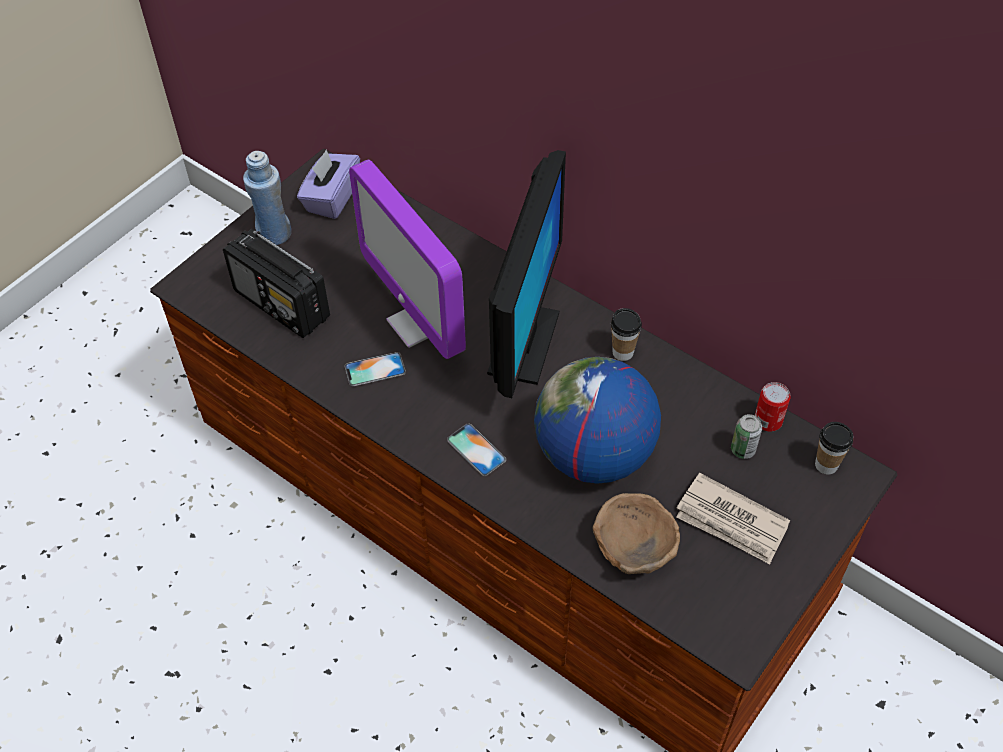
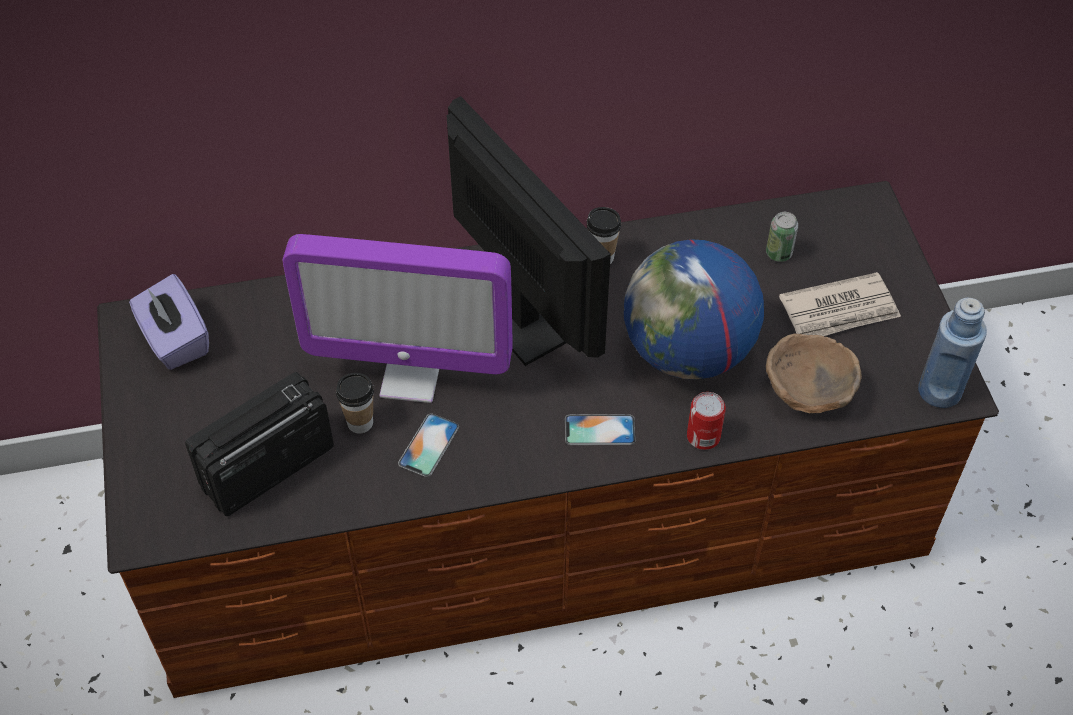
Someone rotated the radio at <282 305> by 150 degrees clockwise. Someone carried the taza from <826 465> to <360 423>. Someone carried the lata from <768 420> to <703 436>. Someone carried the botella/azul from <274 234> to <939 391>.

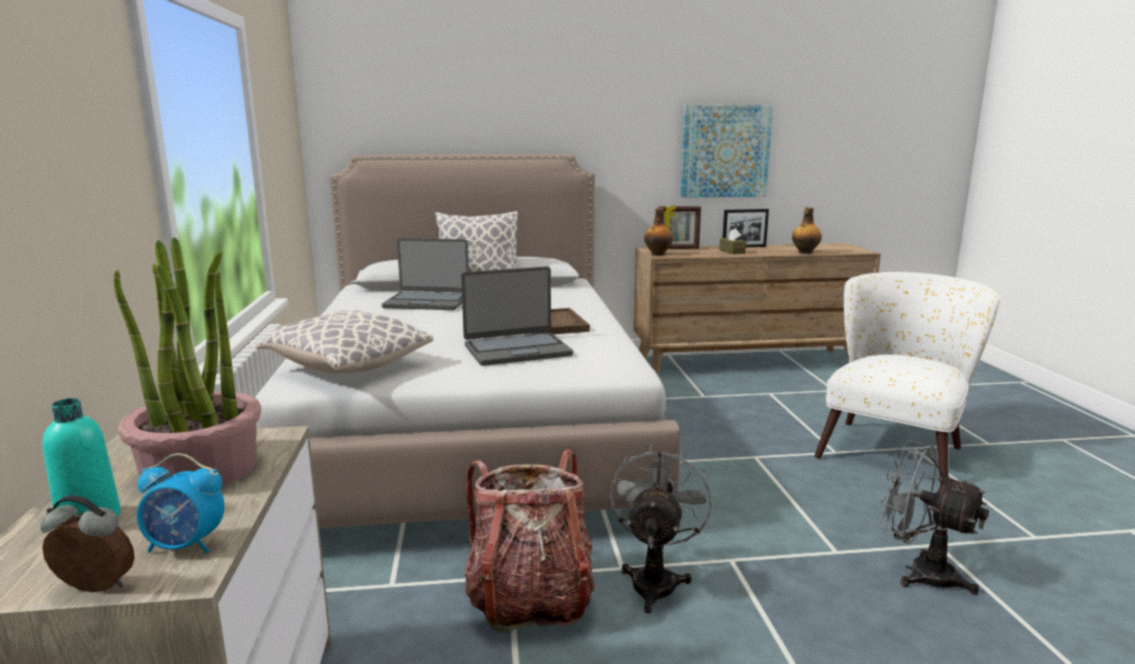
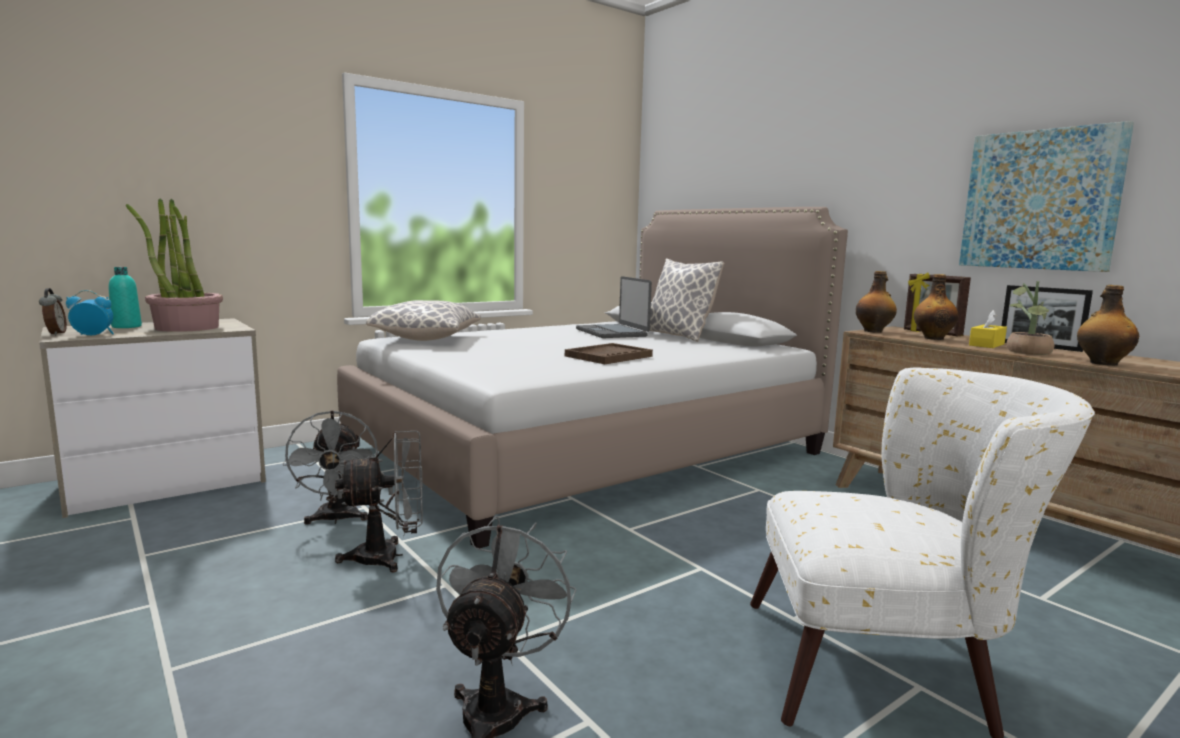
Someone rotated the despertador at <186 546> by 105 degrees clockwise. Someone swapped the mochila at <530 599> for the ventilador/gris at <336 519>. Someone put down the botella at <933 338>. Someone repainted the caja de pañuelos/marrón at <732 251>, which became the caja de pañuelos/amarillo at <986 345>. Someone put down the planta en maceta at <1027 353>. Someone took away the portátil at <517 350>.

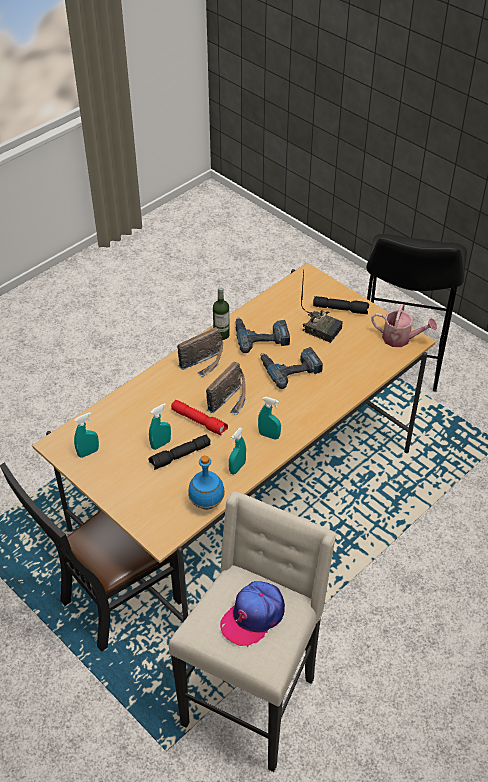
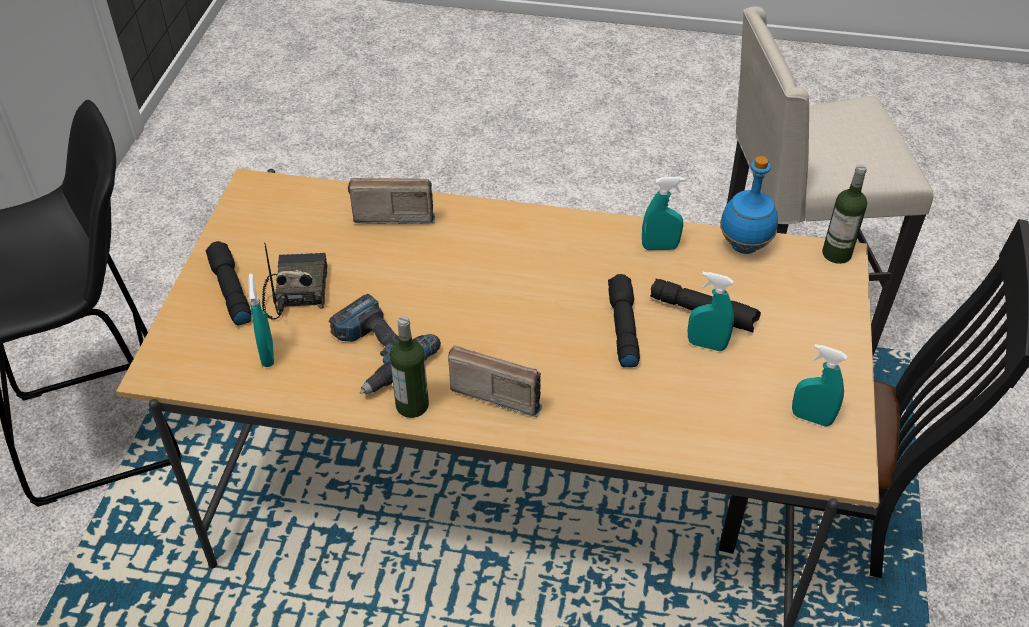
Someone carried the pulverizador/turquesa from <269 435> to <267 354>. Someone carried the radio from <231 400> to <392 213>. Someone repainted the linterna/rojo at <199 421>, which became the linterna/negro at <622 327>. Someone put down the botella at <836 254>. Someone took away the gorra at <253 616>. Someone took away the taladro at <290 368>. Someone took away the regadera at <400 339>.

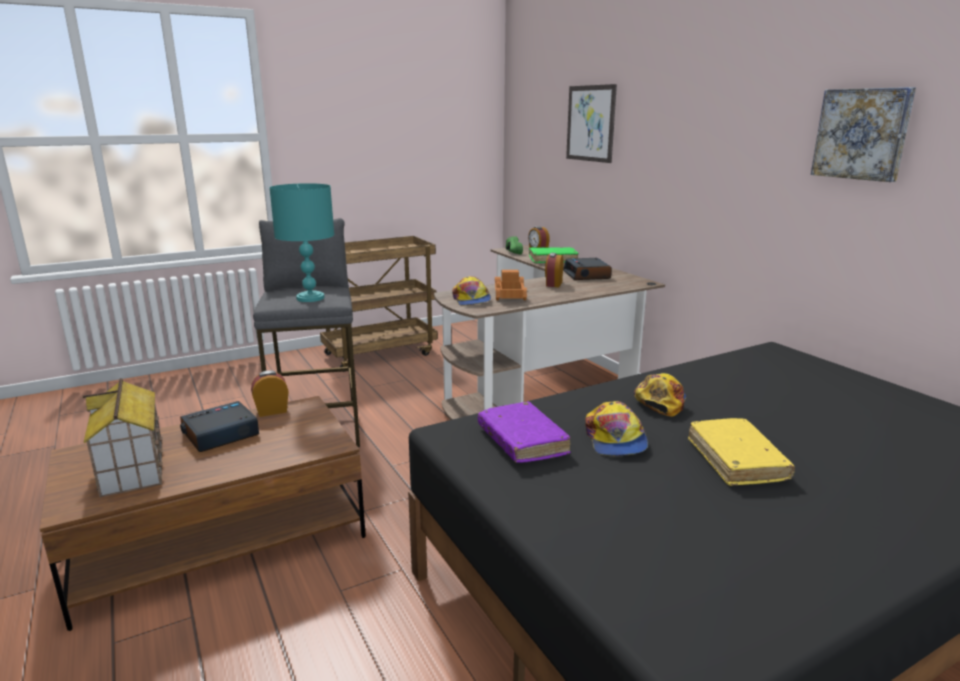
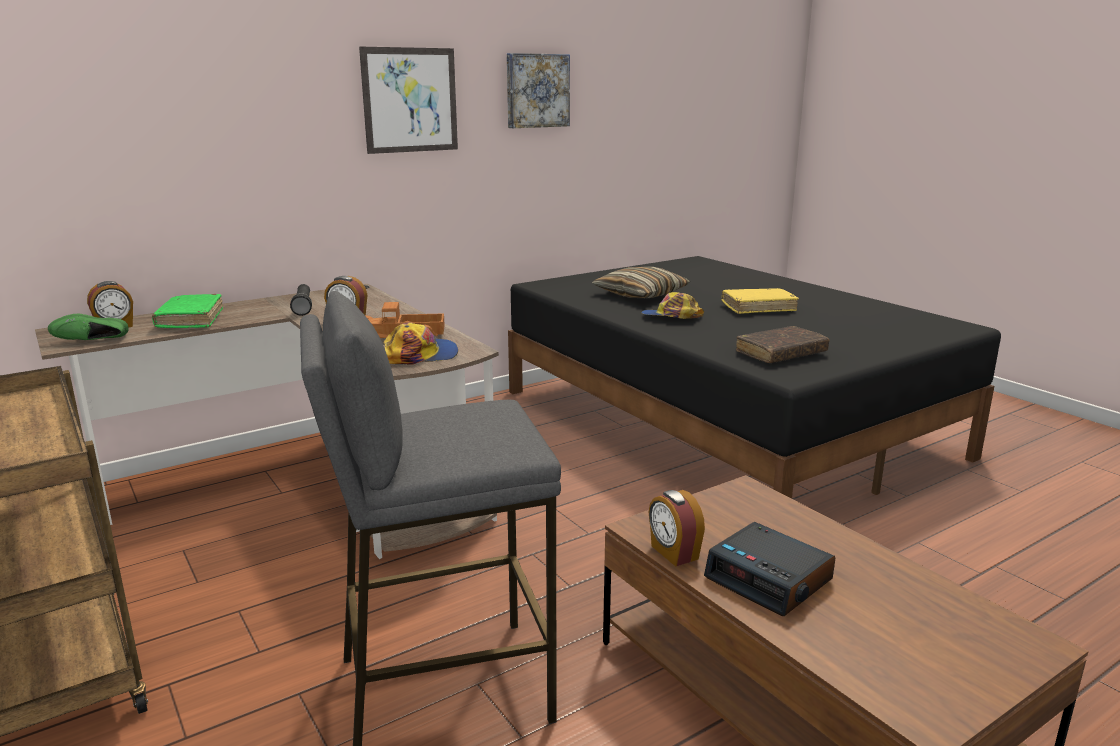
Someone swapped the despertador at <587 275> for the linterna/negro at <303 307>. Someone carried the cuadro from <590 123> to <410 100>. Someone put down the cojín at <640 294>. Someone repainted the libro/morado at <522 441>, which became the libro/marrón at <781 353>. Someone took away the casita at <133 468>. Someone took away the lámpara de mesa/turquesa at <310 298>. Someone took away the gorra at <615 439>.

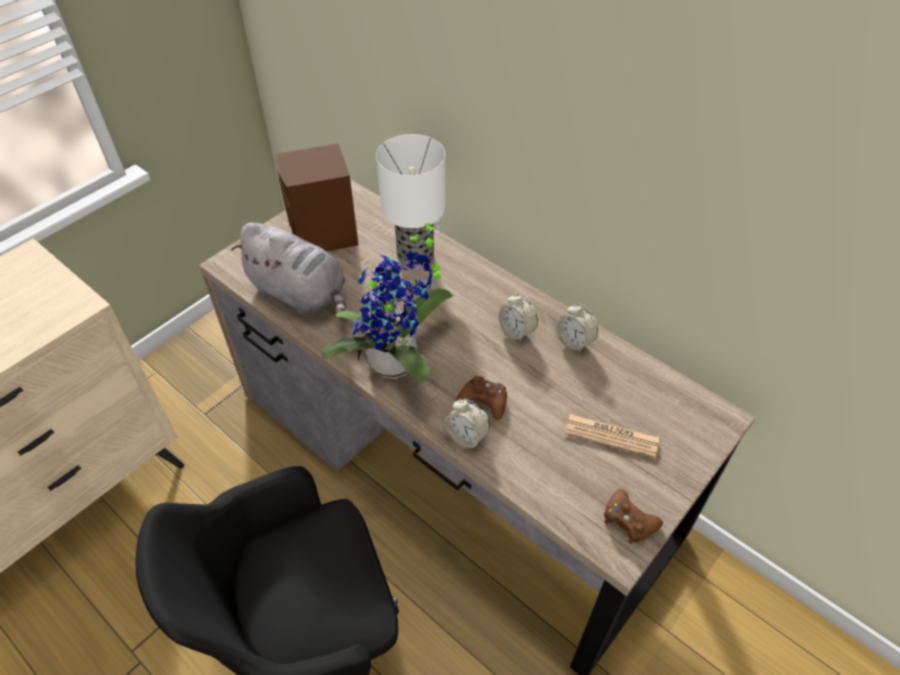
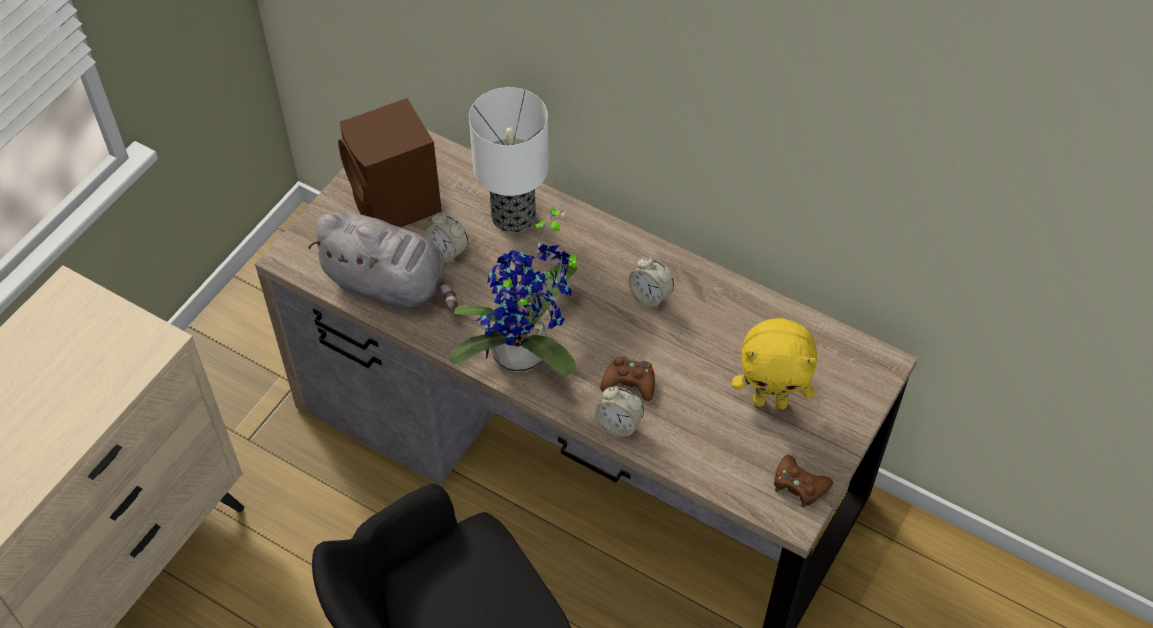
Someone carried the despertador from <575 342> to <448 252>. Someone swapped the periódico at <611 436> for the peluche/amarillo at <770 401>.

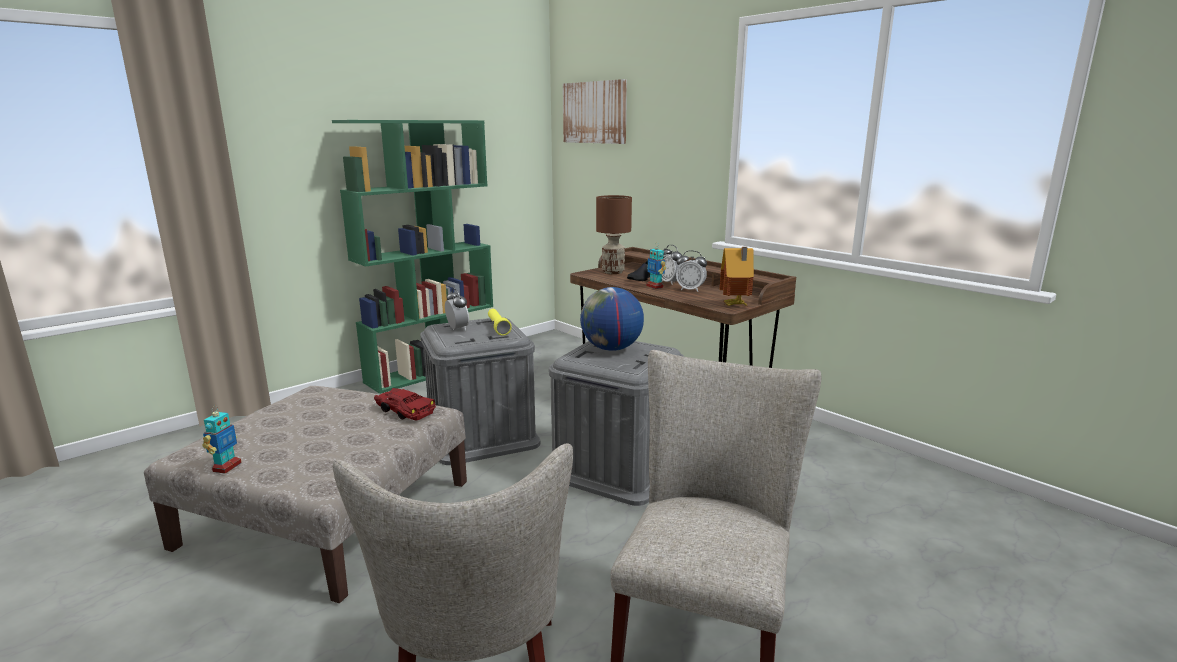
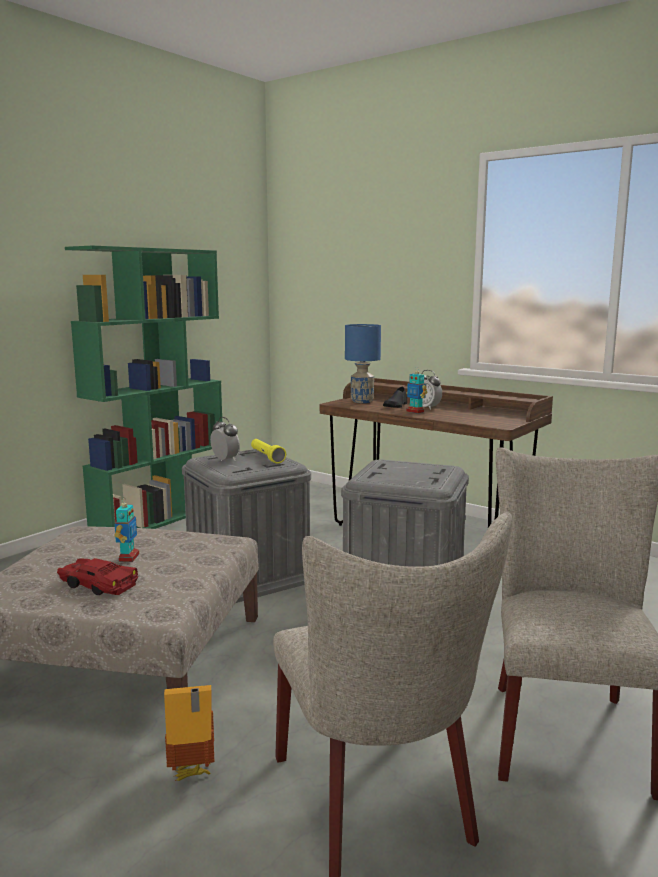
Someone carried the coche de juguete/rojo from <404 411> to <97 585>. Someone carried the robot de juguete from <226 467> to <128 557>. Someone carried the casita from <735 305> to <192 774>. Someone repainted the lámpara de mesa/marrón at <612 272>, which became the lámpara de mesa/azul at <361 401>. Someone took away the cuadro at <595 112>. Someone took away the globo terráqueo at <611 349>. Someone took away the despertador at <690 290>.

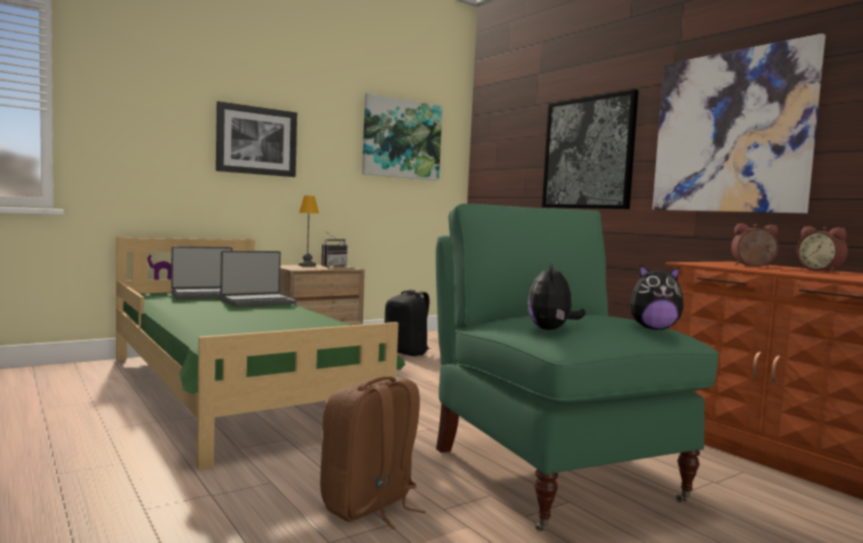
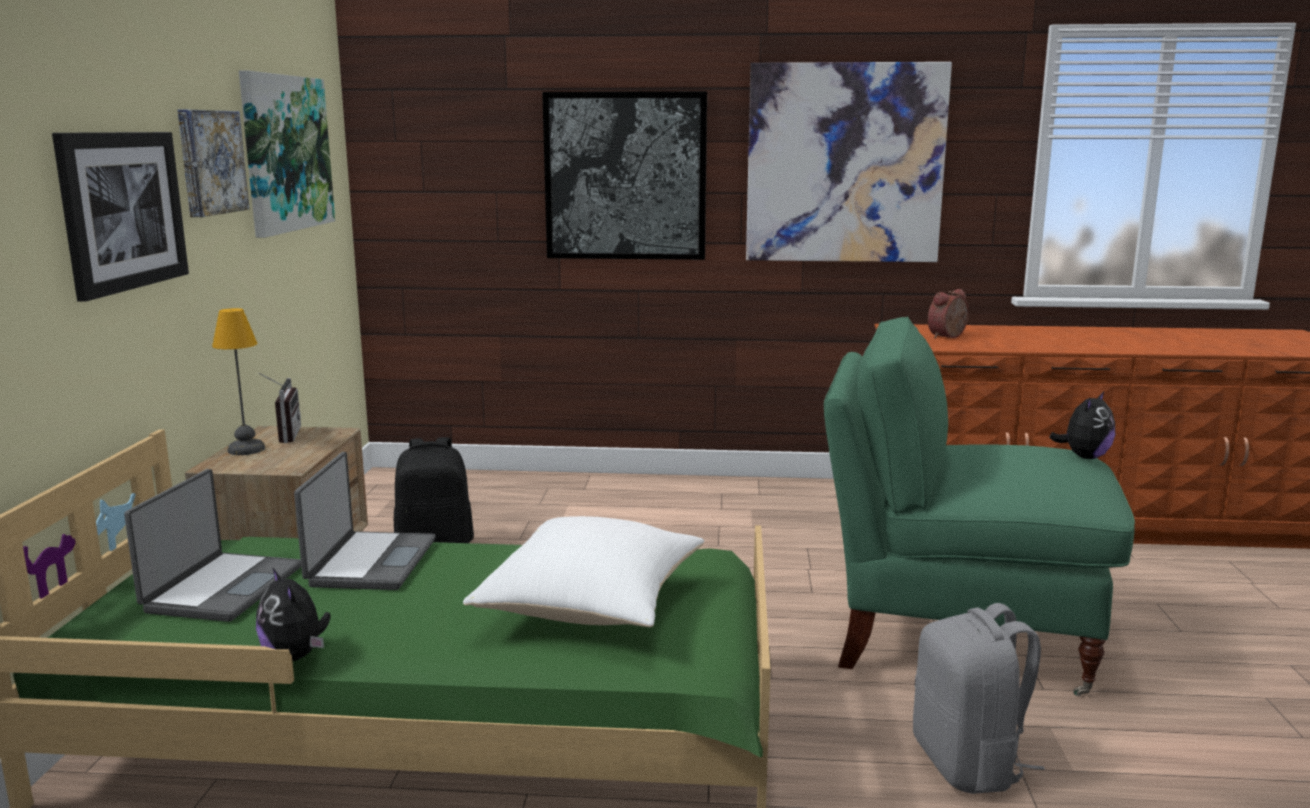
Someone put up the cuadro at <209 162>. Someone carried the peluche from <551 330> to <296 656>. Someone put down the cojín/blanco at <593 609>. Someone repainted the mochila/marrón at <370 506>, which became the mochila/gris at <969 764>. Someone took away the despertador at <820 270>.

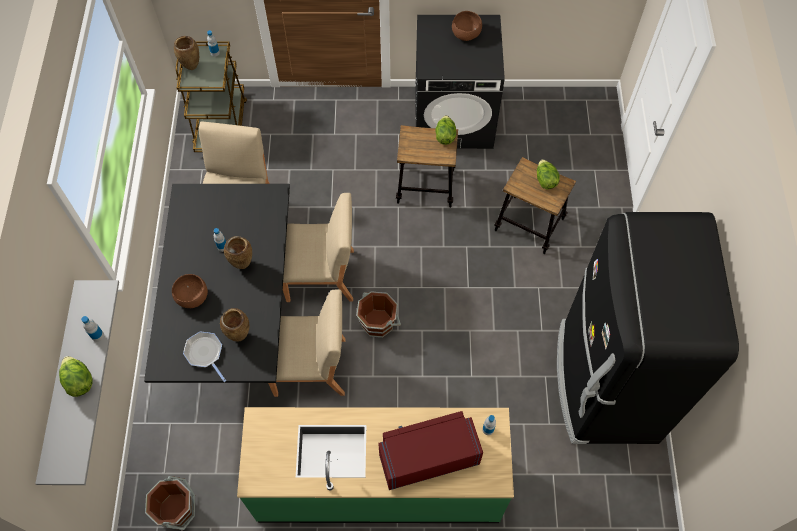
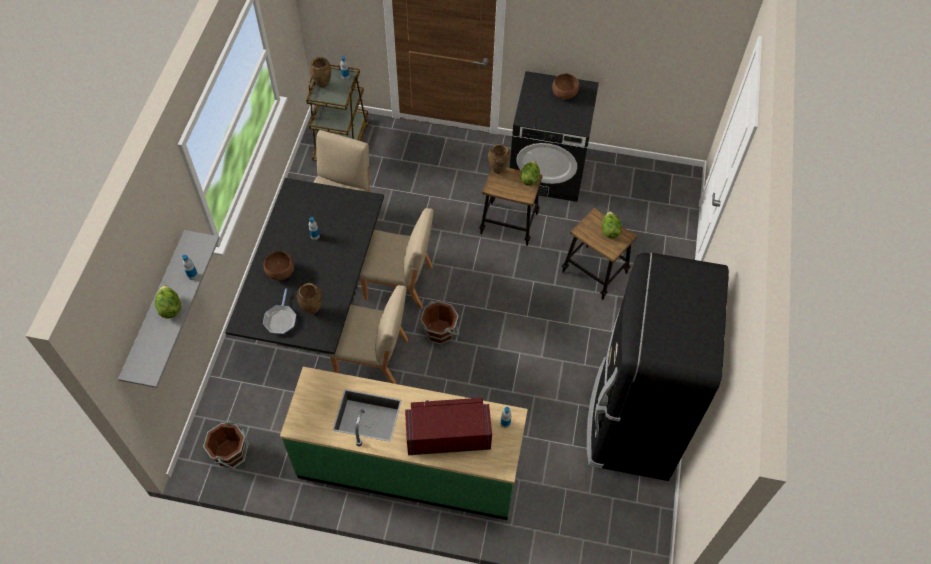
Someone rotated the sartén at <205 353> by 150 degrees counterclockwise. Someone carried the florero/marrón from <243 264> to <498 171>.

